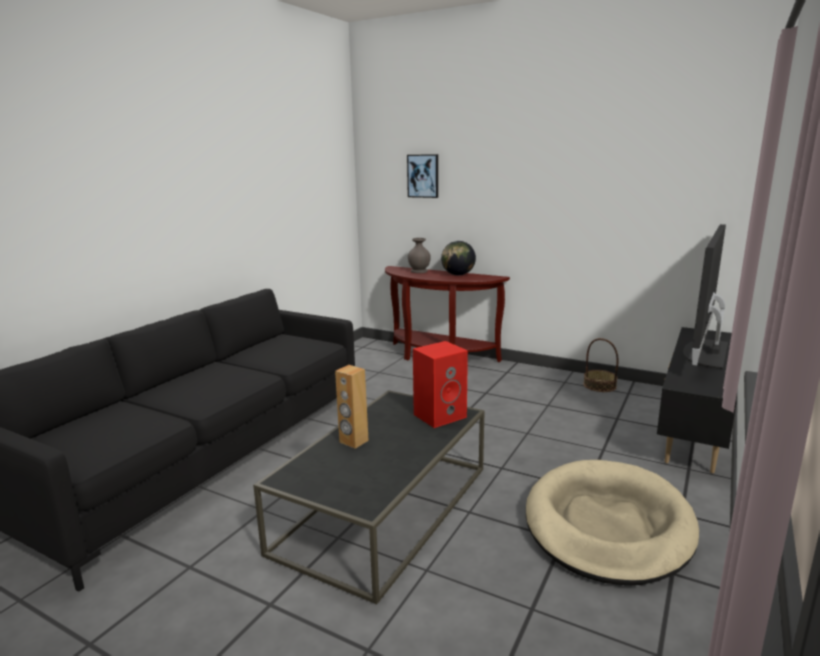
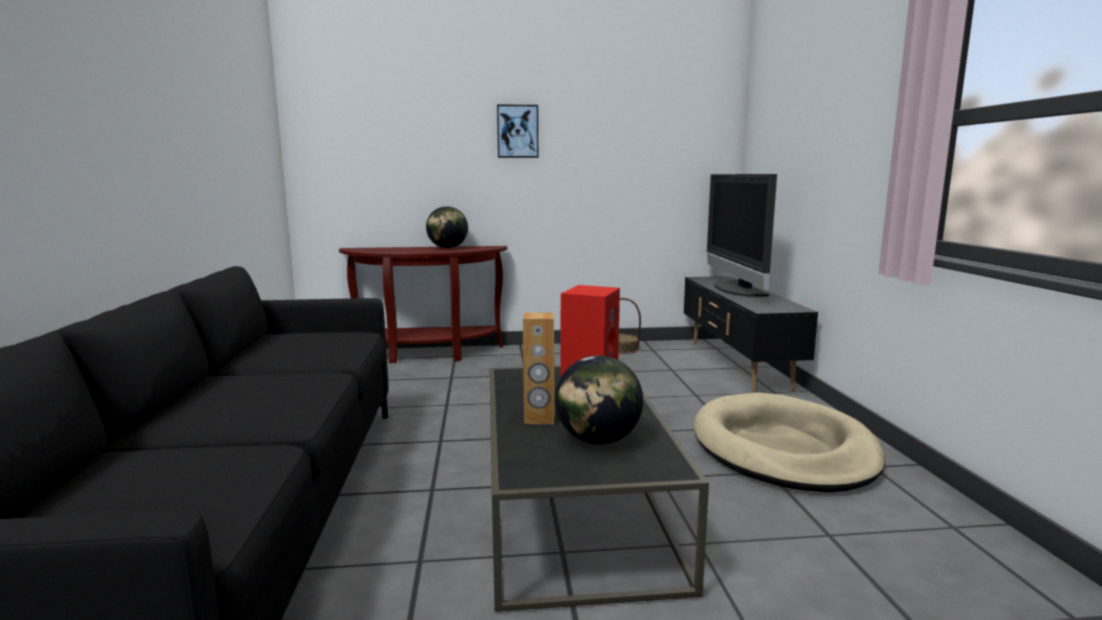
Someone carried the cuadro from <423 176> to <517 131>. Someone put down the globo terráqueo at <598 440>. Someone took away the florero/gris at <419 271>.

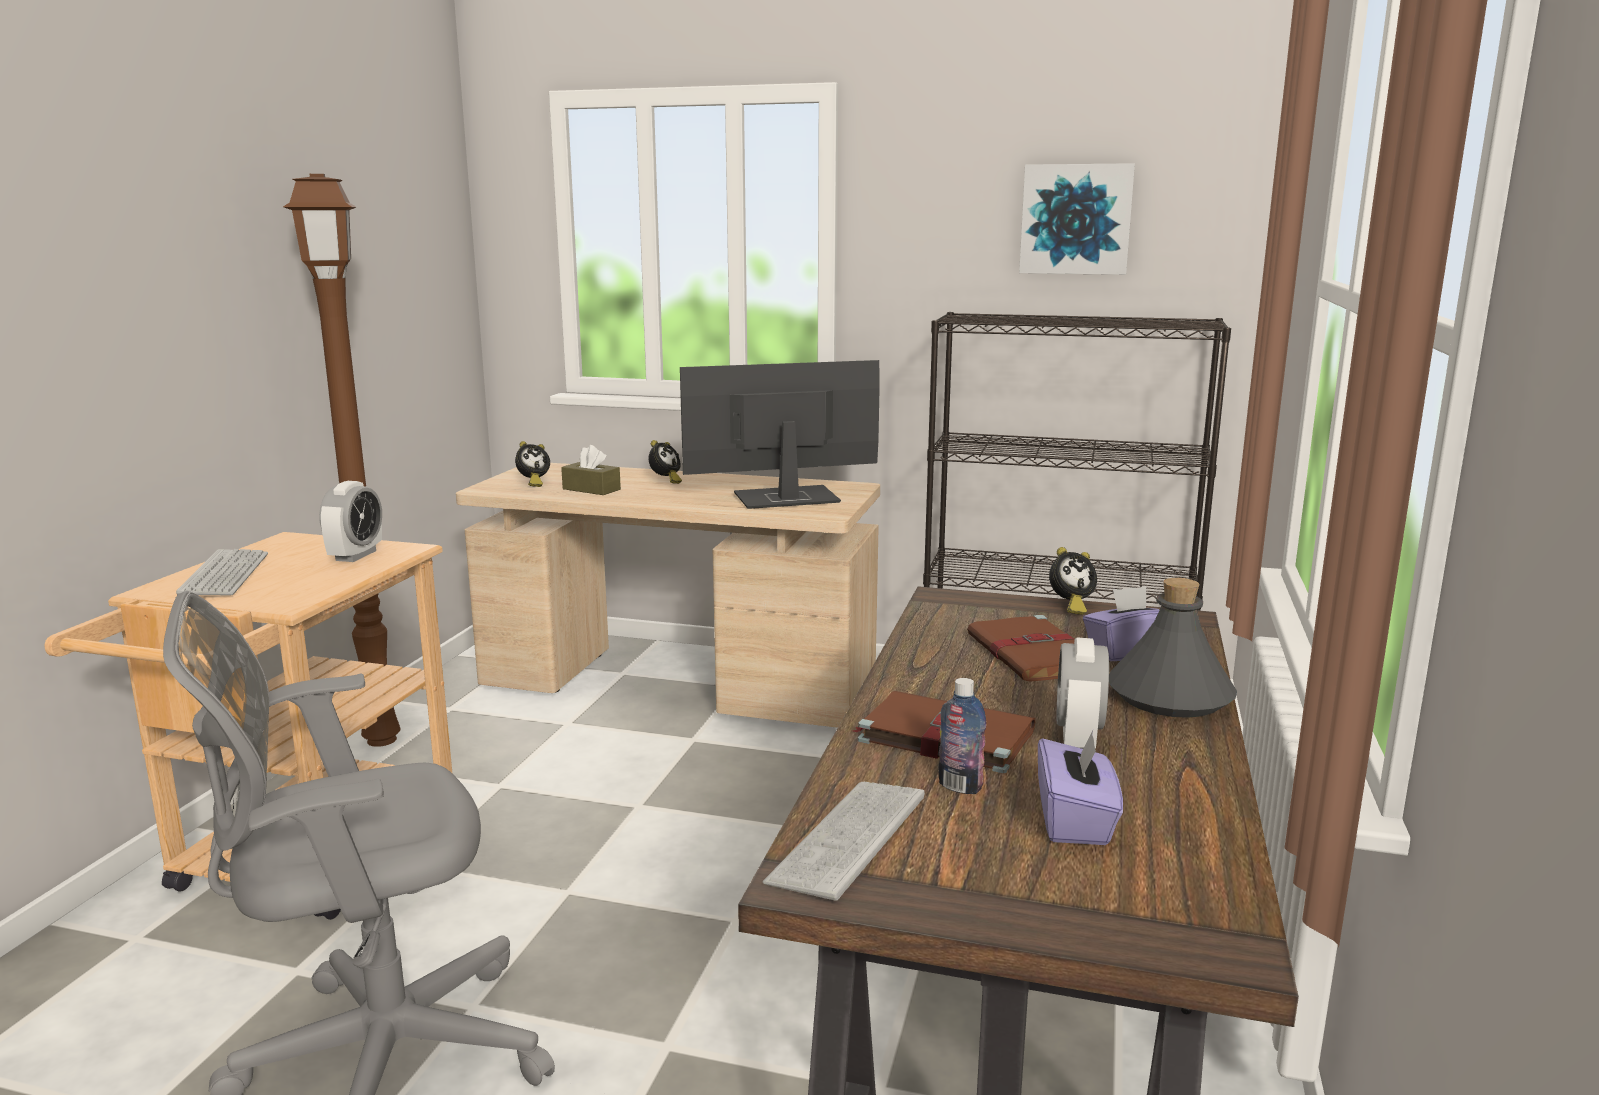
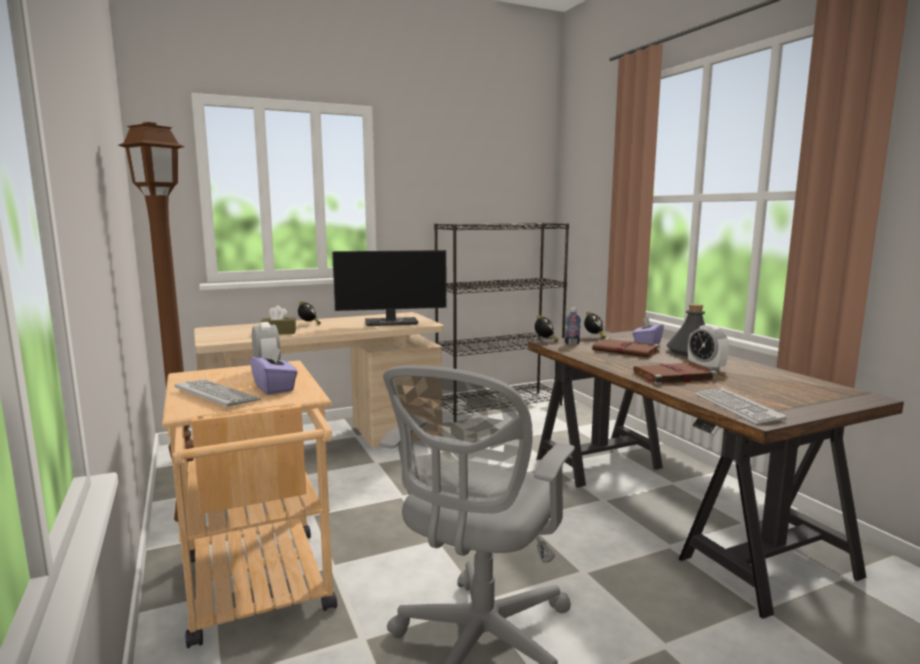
Someone carried the caja de pañuelos/morado from <1075 821> to <275 388>. Someone rotated the monitor at <784 499> by 135 degrees counterclockwise. Someone carried the despertador from <533 483> to <545 341>. Someone carried the botella from <960 786> to <572 343>. Someone took away the cuadro at <1076 219>.

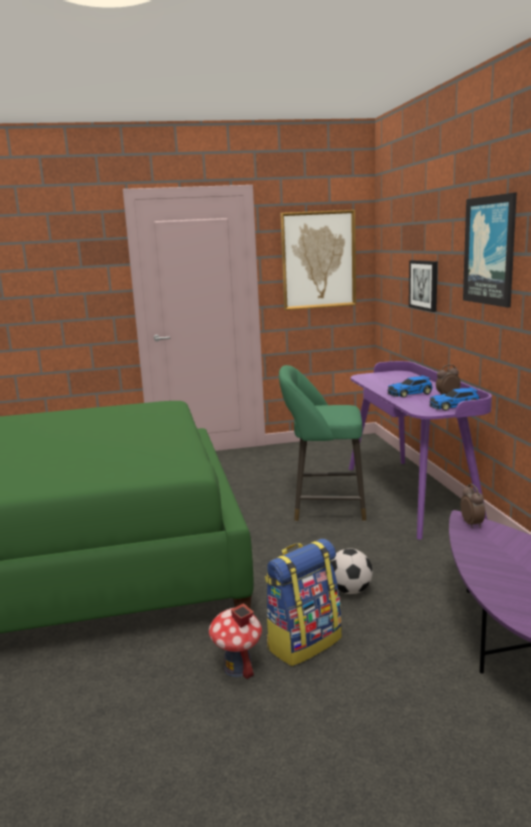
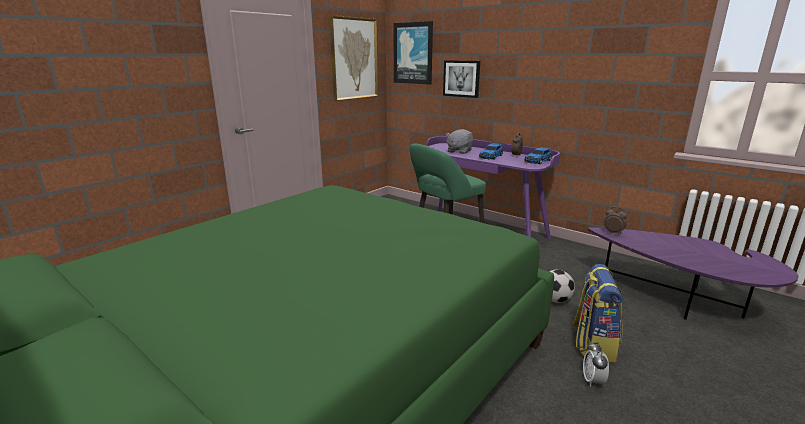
Someone carried the cuadro from <490 250> to <413 53>. Someone put down the peluche/gris at <459 151>. Someone swapped the casita at <237 668> for the despertador at <592 380>.

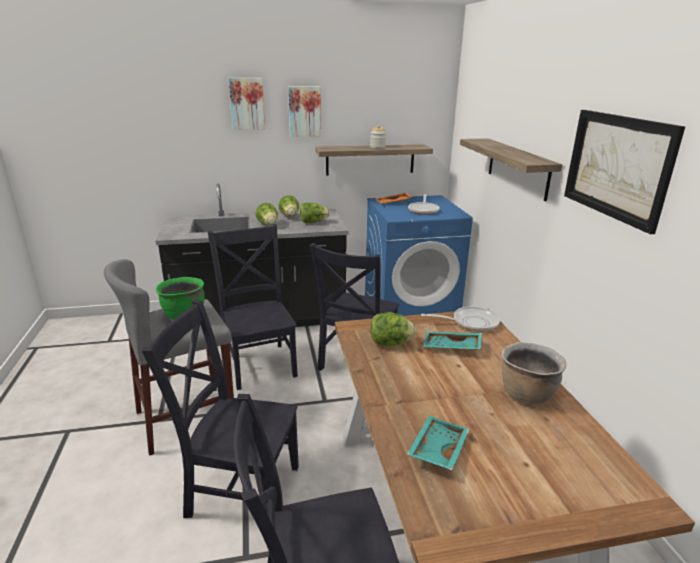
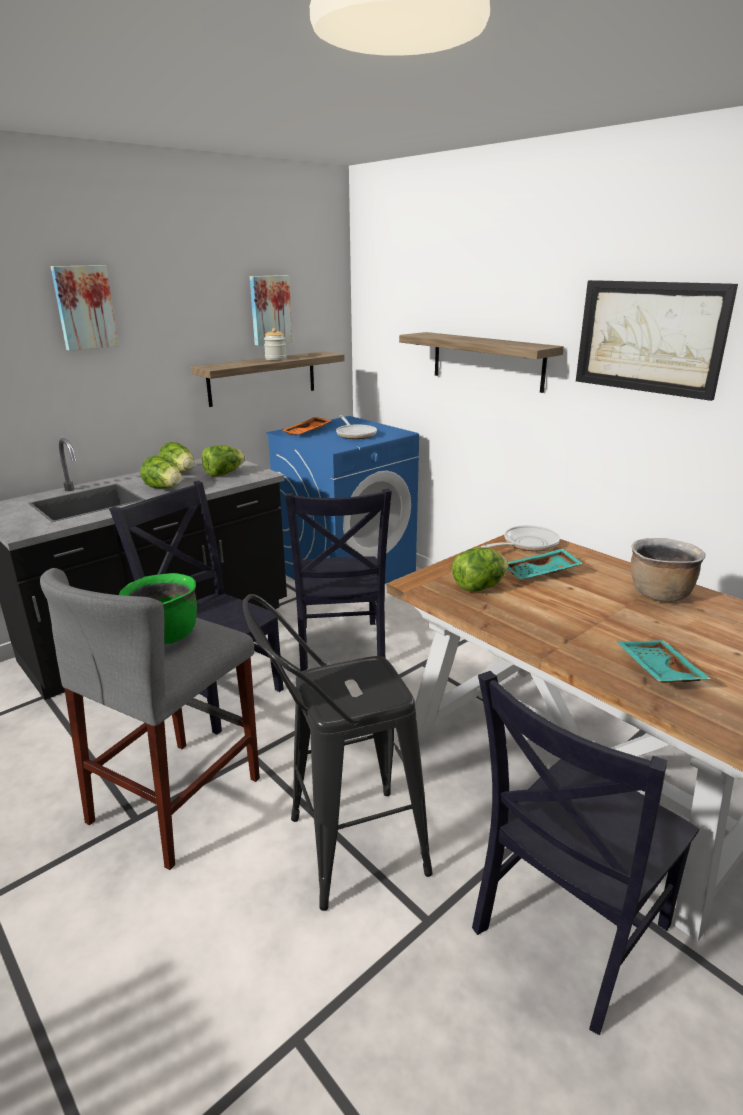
Someone swapped the silla/negro at <239 489> for the taburete/negro at <341 849>. Someone carried the cuadro from <304 111> to <270 310>.

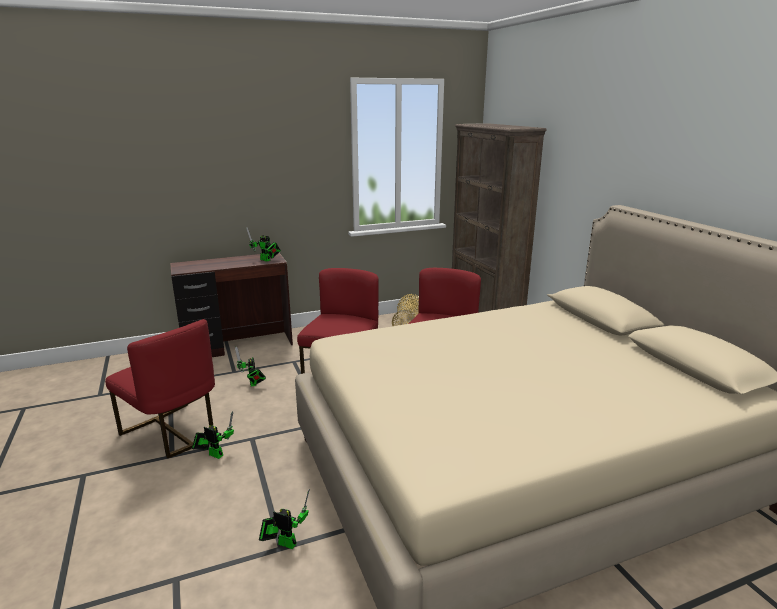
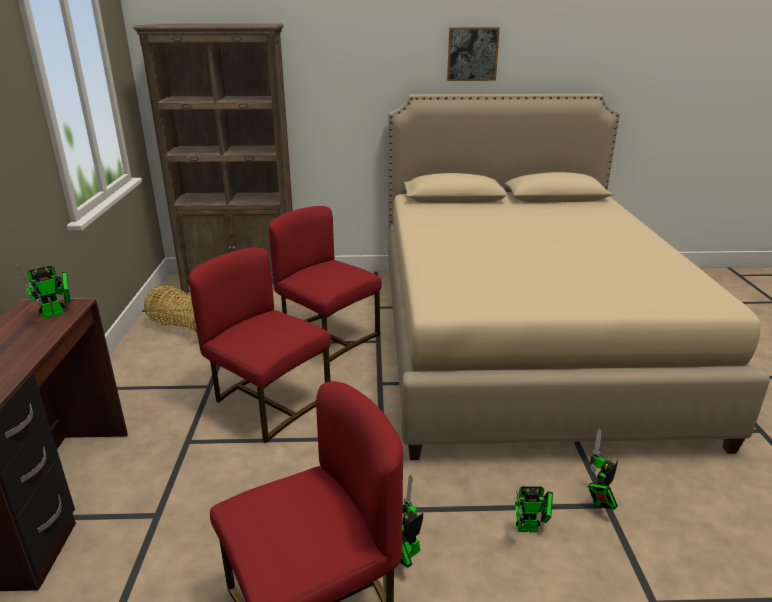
Someone put up the cuadro at <472 54>. Someone carried the robot de juguete from <253 384> to <531 528>.

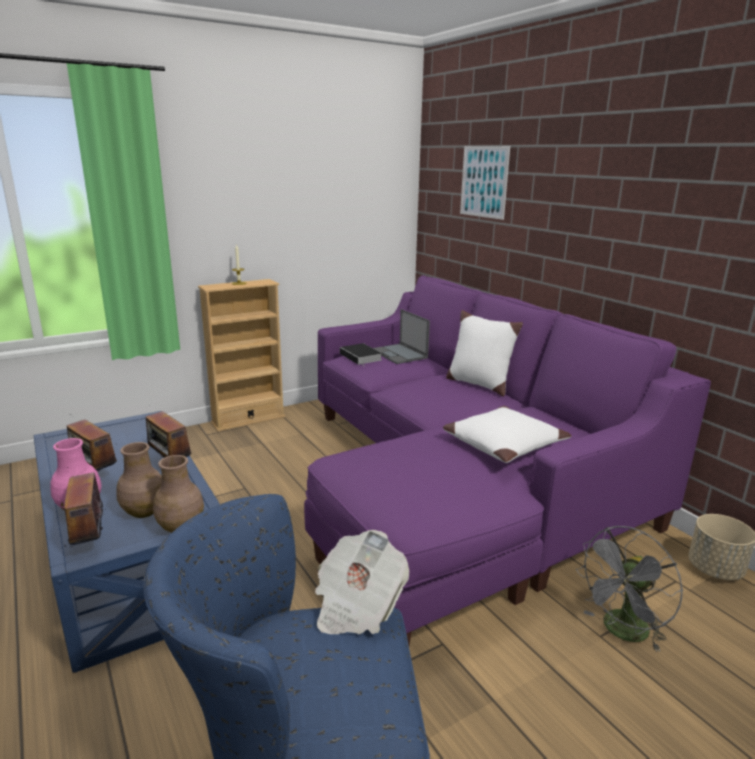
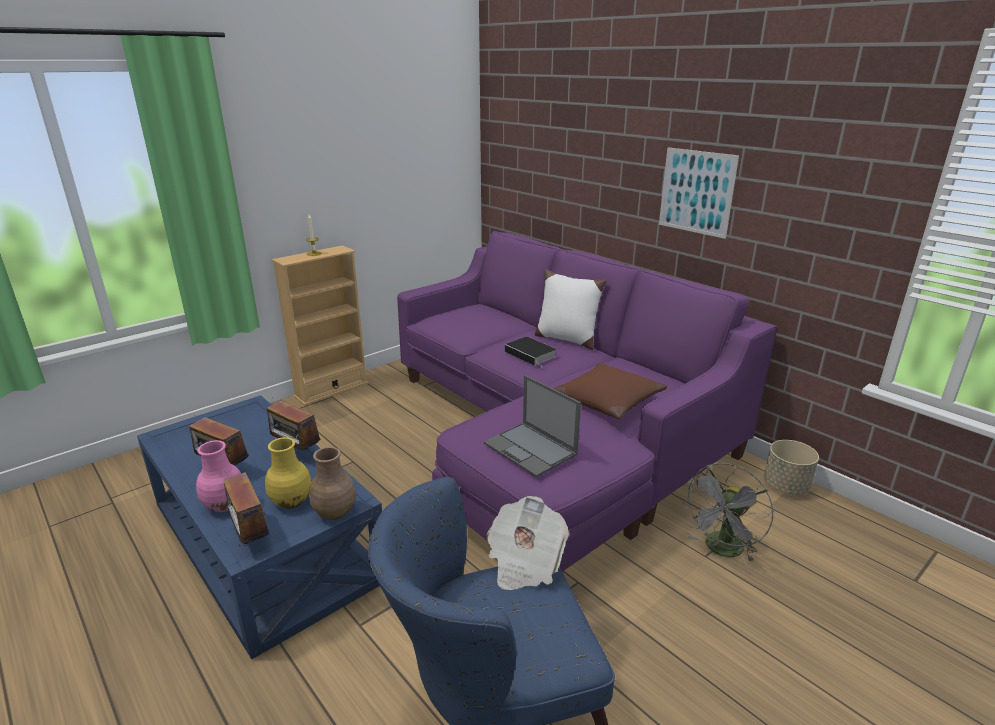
Someone repainted the florero/marrón at <143 511>, which became the florero/amarillo at <290 502>. Someone carried the portátil from <399 354> to <531 449>. Someone carried the libro from <361 357> to <531 354>. Someone repainted the cojín/blanco at <503 444>, which became the cojín/marrón at <608 399>. Someone carried the cuadro from <484 182> to <696 192>.

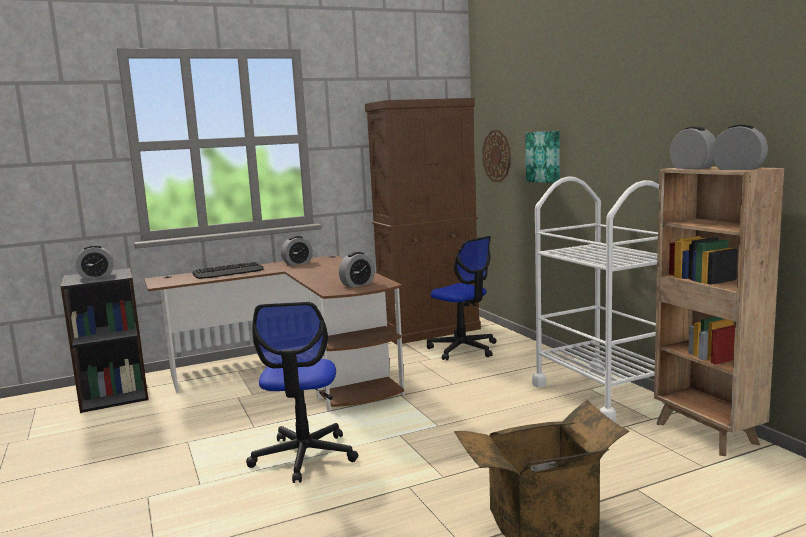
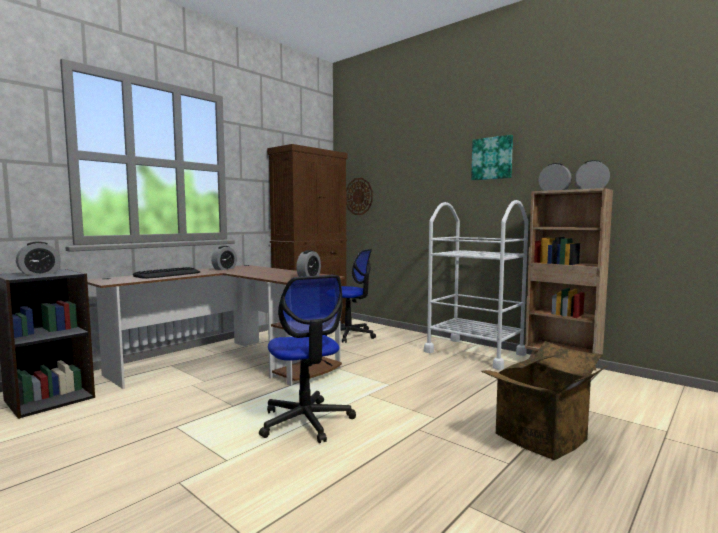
Someone carried the cuadro from <544 157> to <492 158>.

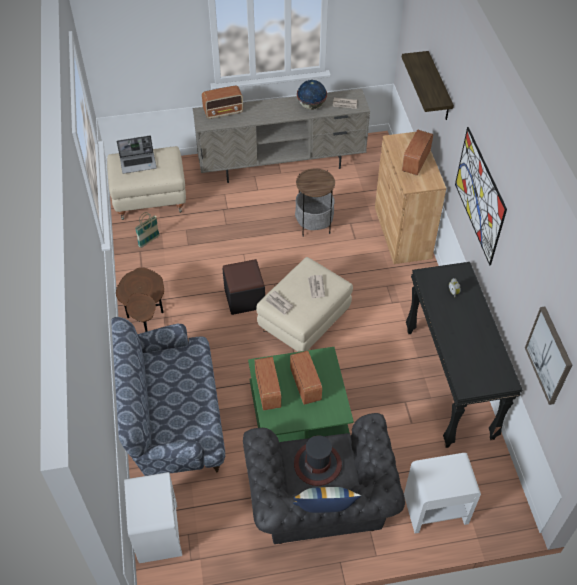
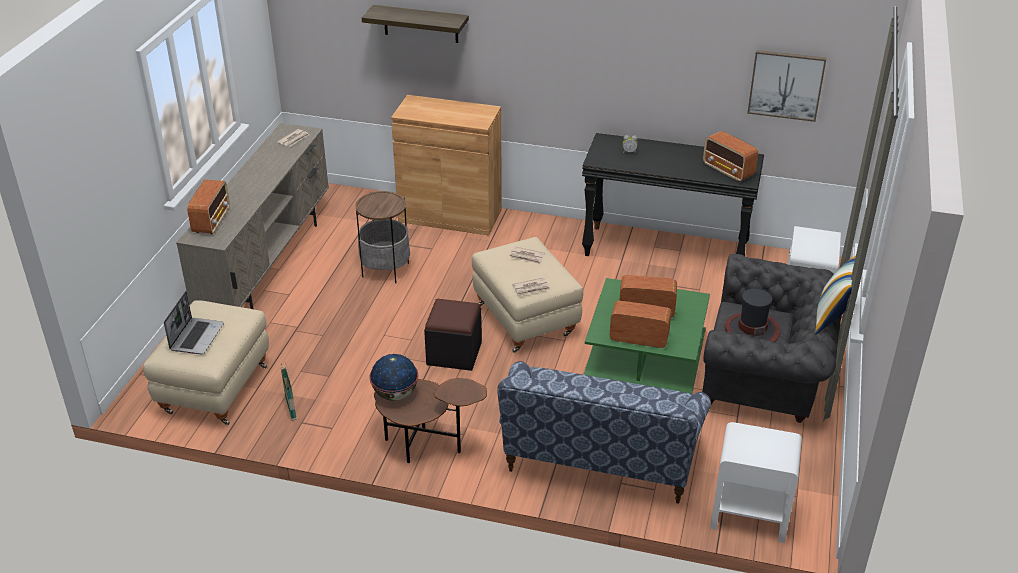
Someone carried the globo terráqueo from <311 106> to <395 394>. Someone carried the radio from <415 163> to <728 171>. Someone took away the cuadro at <479 195>.

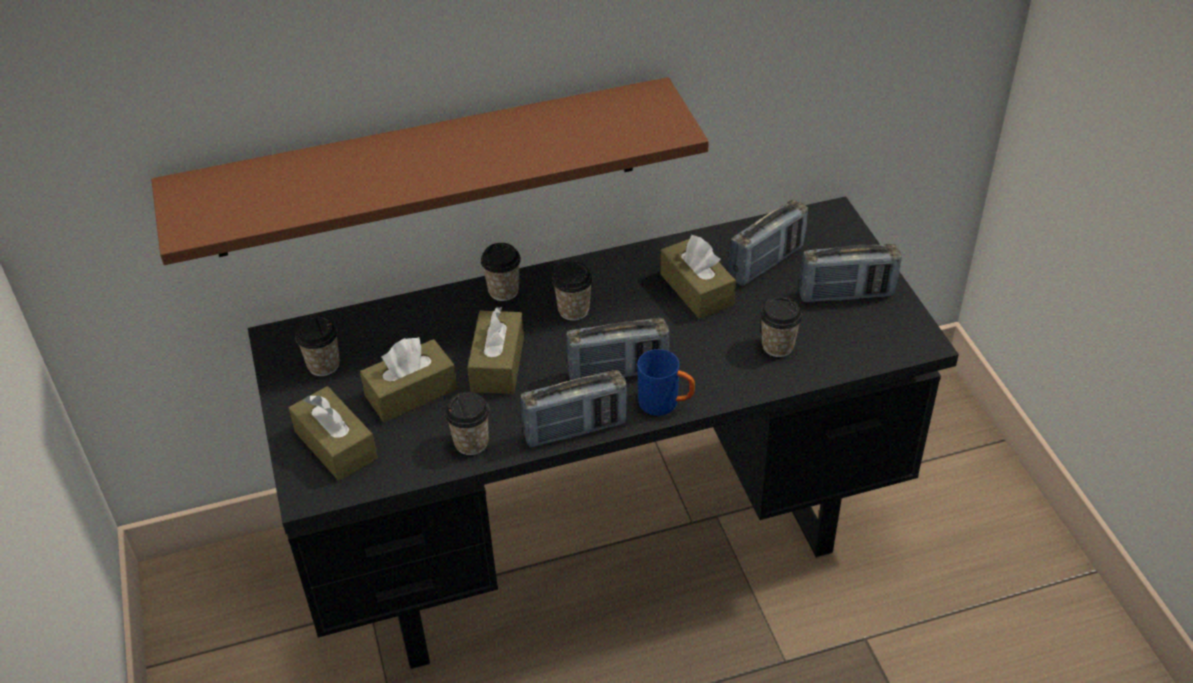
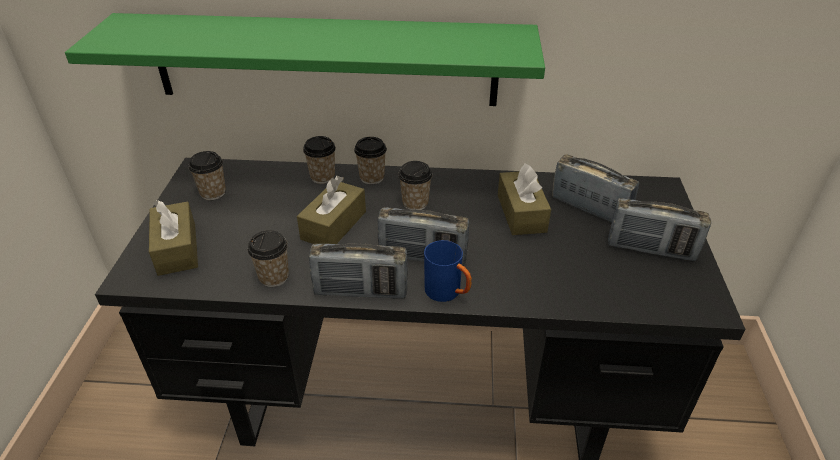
Someone repainted the estante/marrón at <425 169>, which became the estante/verde at <325 60>. Someone carried the taza from <777 346> to <322 177>. Someone rotated the radio at <766 263> by 120 degrees counterclockwise. Someone took away the caja de pañuelos/marrón at <411 392>.

